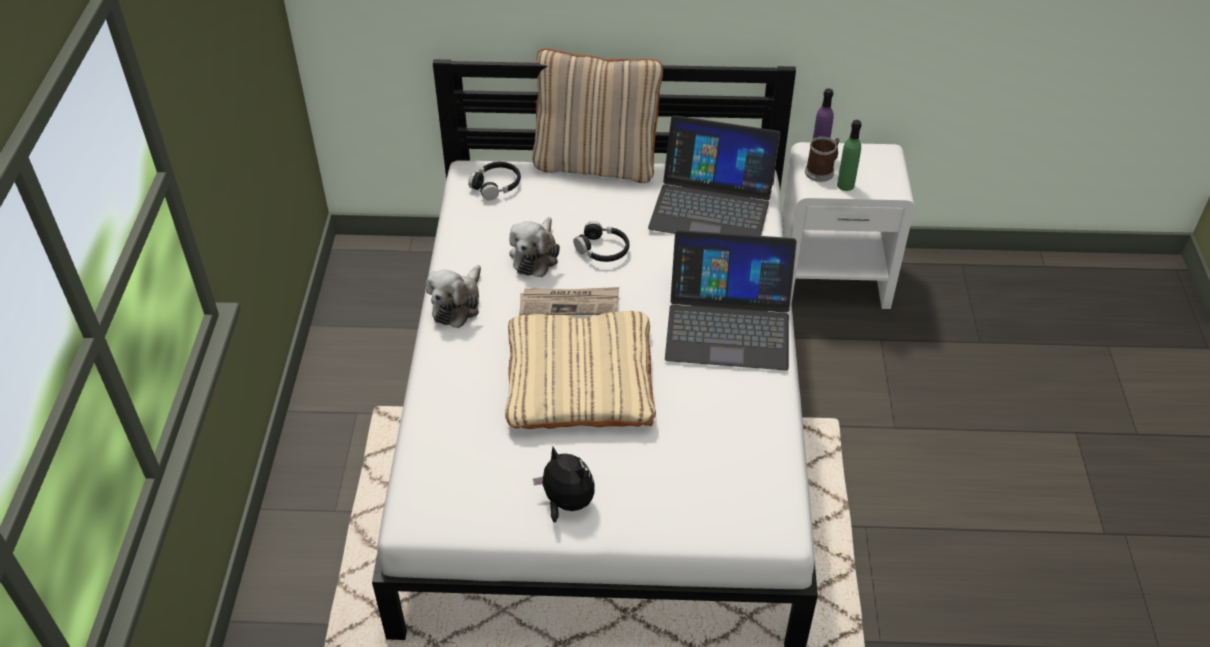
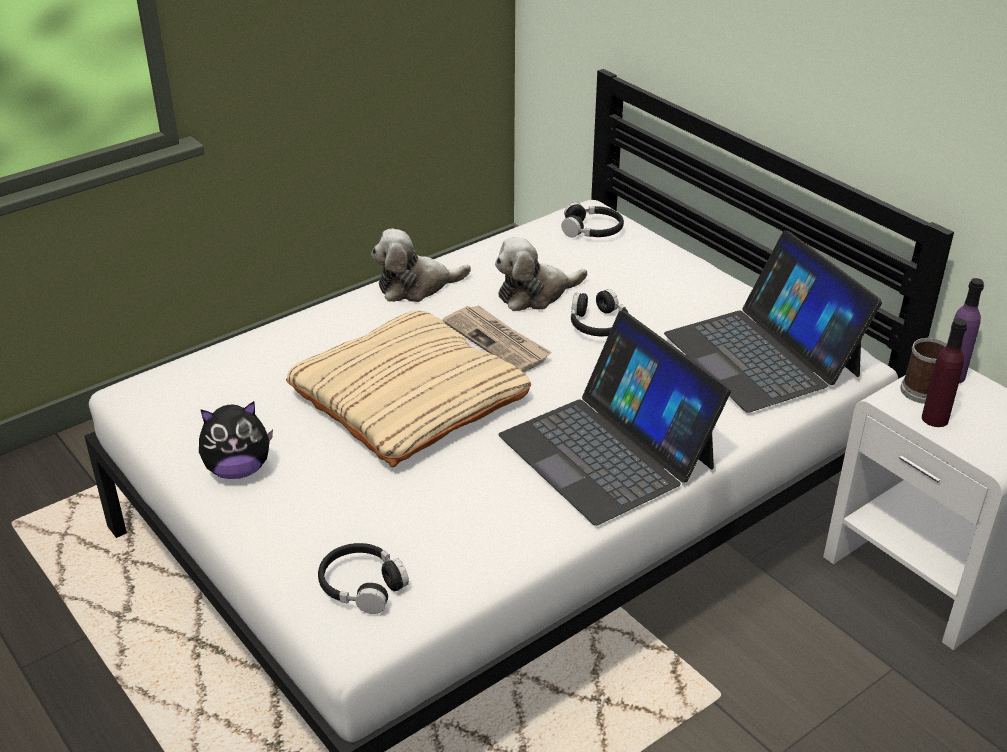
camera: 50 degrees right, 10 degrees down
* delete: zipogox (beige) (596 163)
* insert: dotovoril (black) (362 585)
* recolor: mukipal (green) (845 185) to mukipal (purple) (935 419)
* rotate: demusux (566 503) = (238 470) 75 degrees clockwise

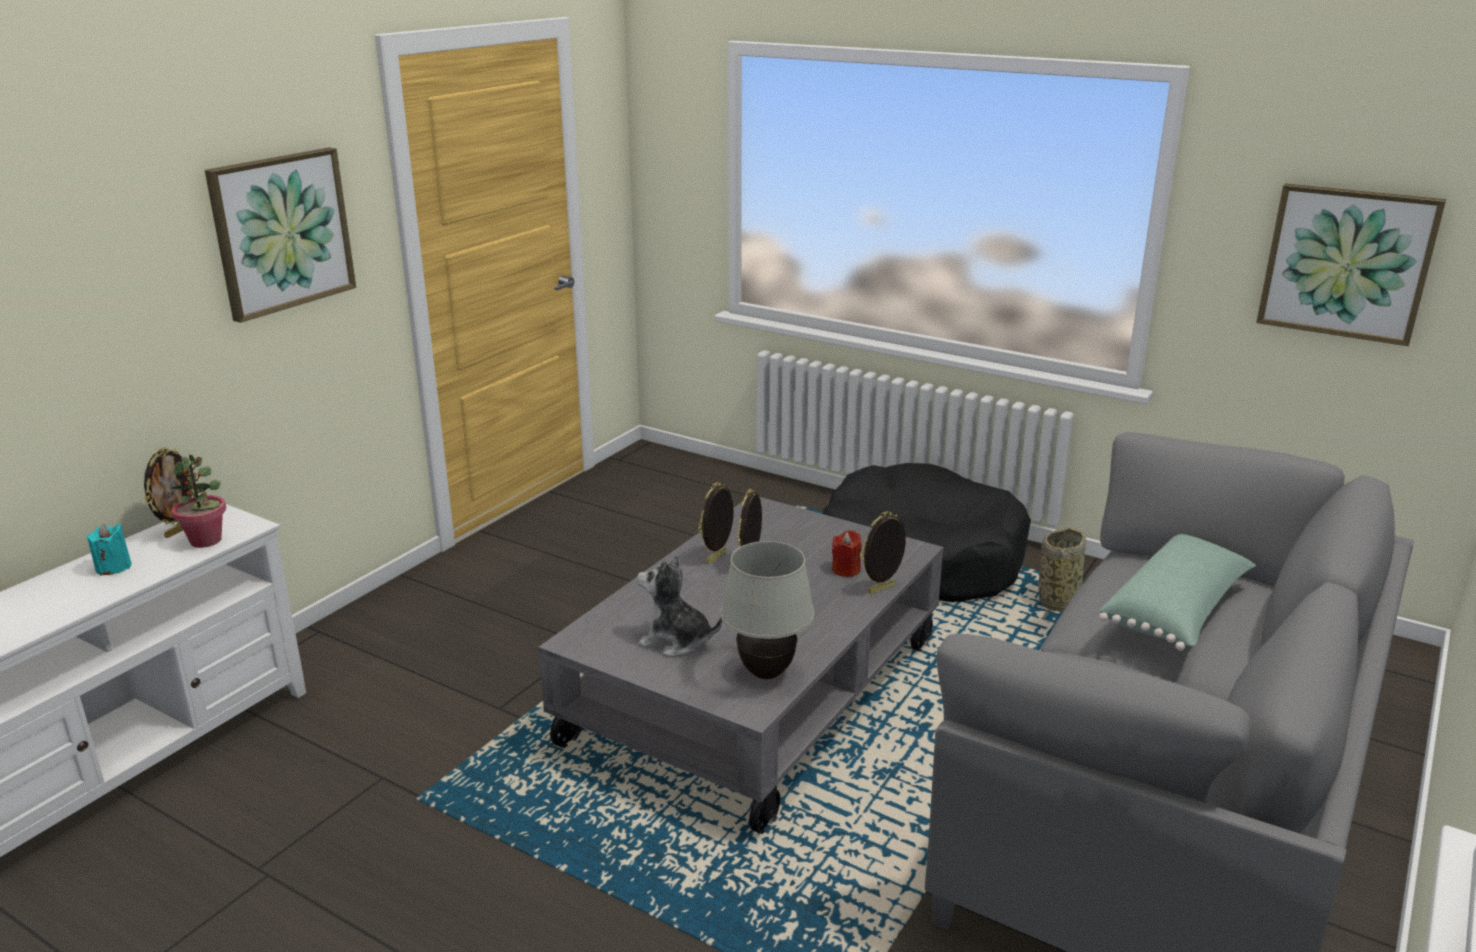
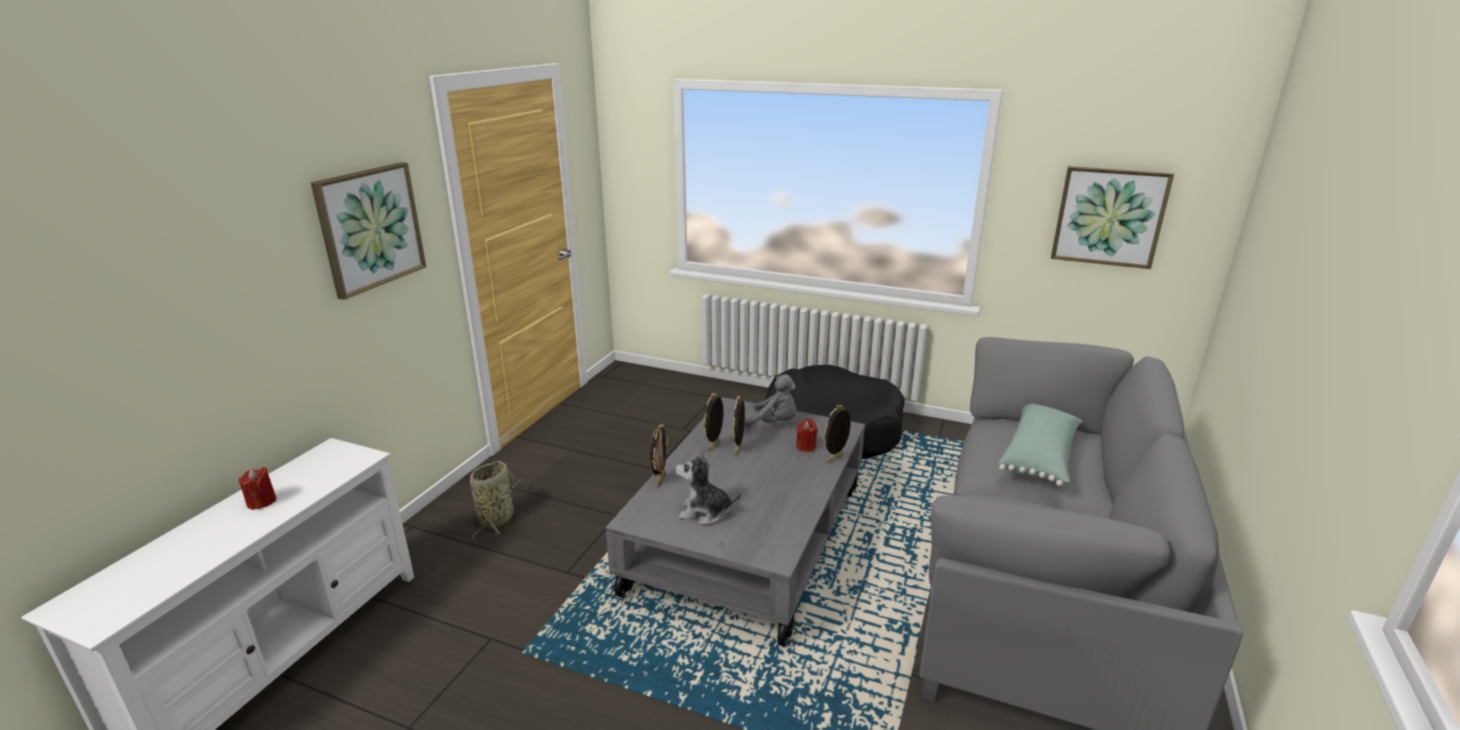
camera: 10 degrees left, 0 degrees up
* delete: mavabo (206 540)
* delete: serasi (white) (766 672)
* insert: demusux (grey) (774 423)
* move: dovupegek (178 530) to (660 480)
* move: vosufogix (1058 601) to (498 517)
* recolor: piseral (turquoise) (113 567) to piseral (red) (261 502)

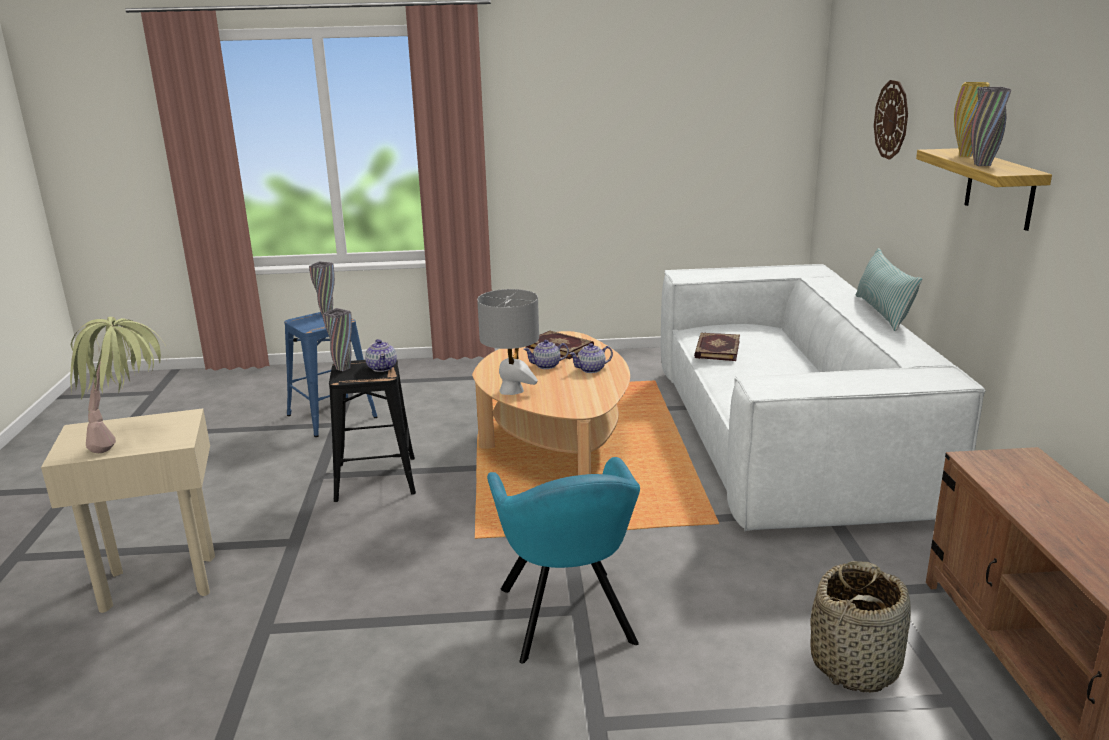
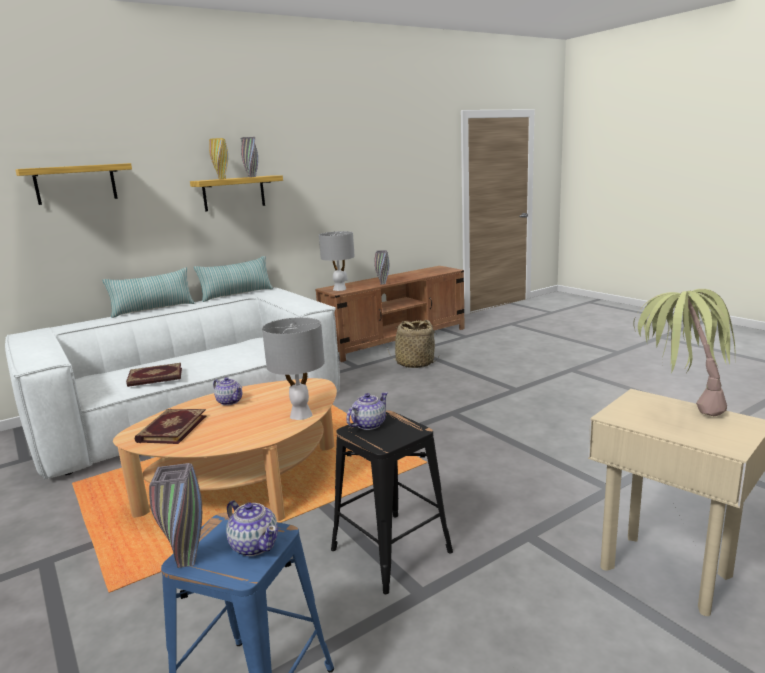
camera: 120 degrees left, 5 degrees down
* delete: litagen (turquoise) (567 619)
* insert: zipogox (237 294)
* insert: serasi (grey) (340 289)
* move: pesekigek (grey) (343 369) to (383 283)
* move: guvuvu (547 365) to (254 545)
* replace: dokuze (891 119) to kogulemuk (75 184)

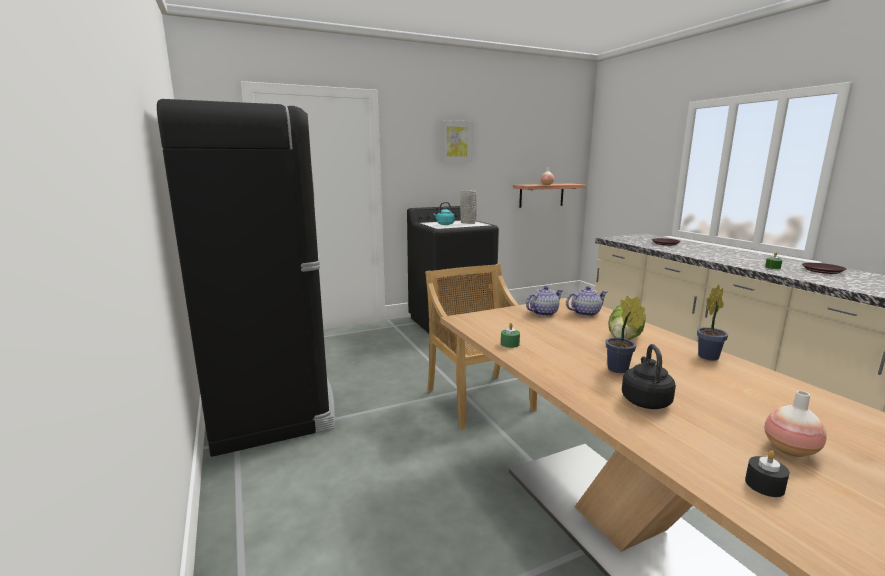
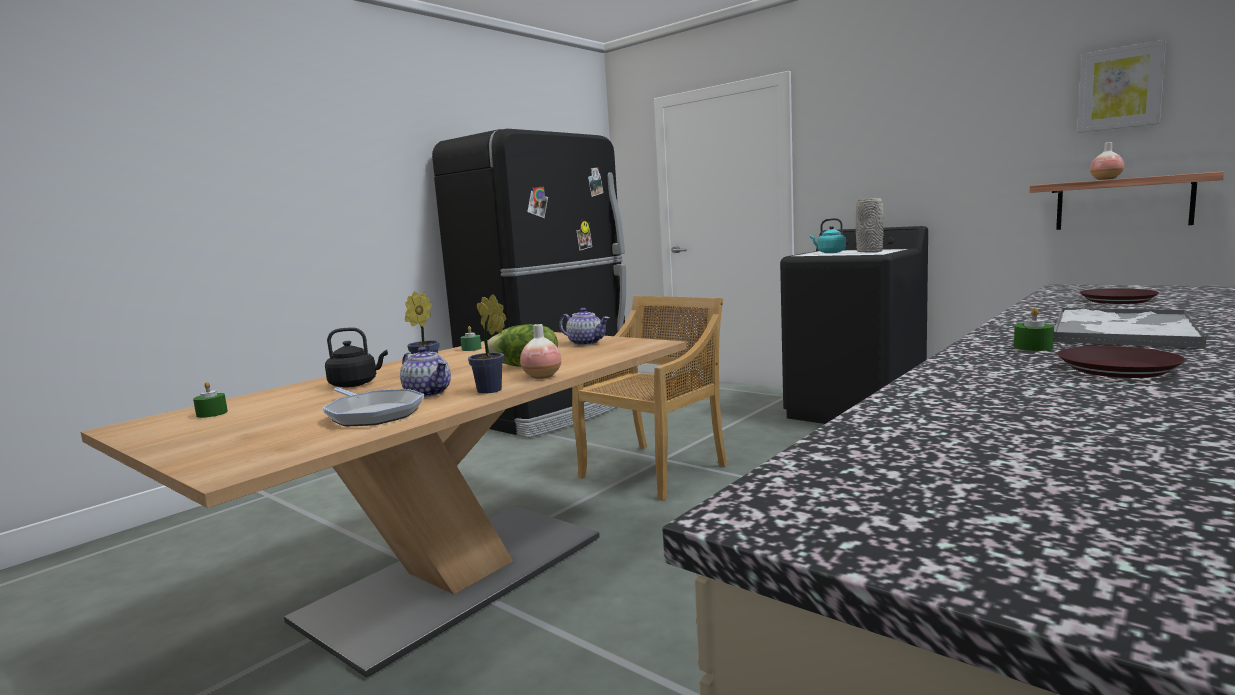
camera: 65 degrees right, 5 degrees down
* insert: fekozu (373 414)
* insert: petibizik (1122 329)
* move: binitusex (456 141) to (1120 88)
* move: guvuvu (585 313) to (428 393)
* move: pesekigek (790 449) to (542 376)
* recolor: piseral (black) (764 485) to piseral (green) (212 413)

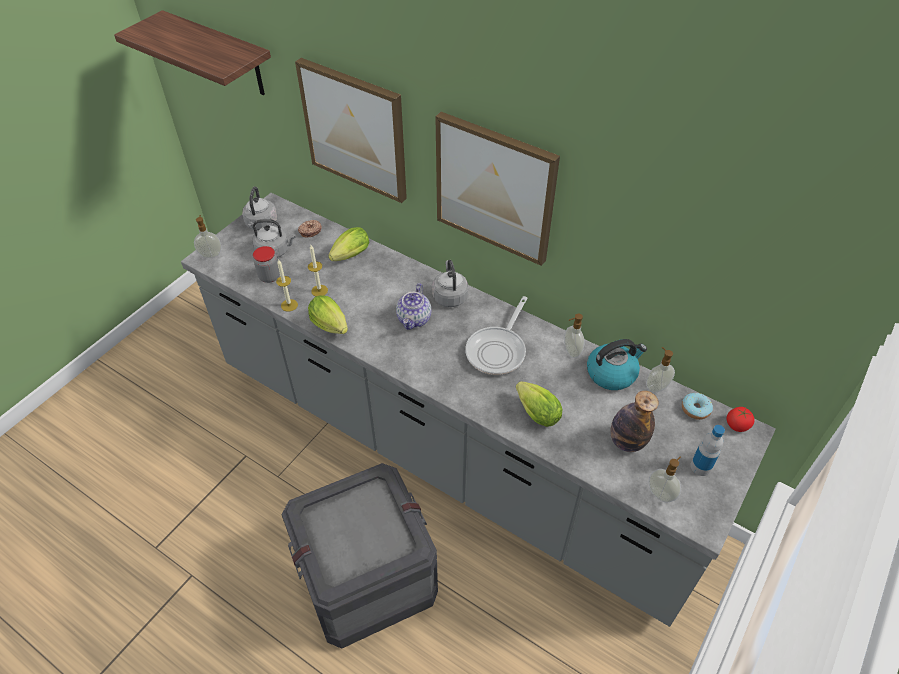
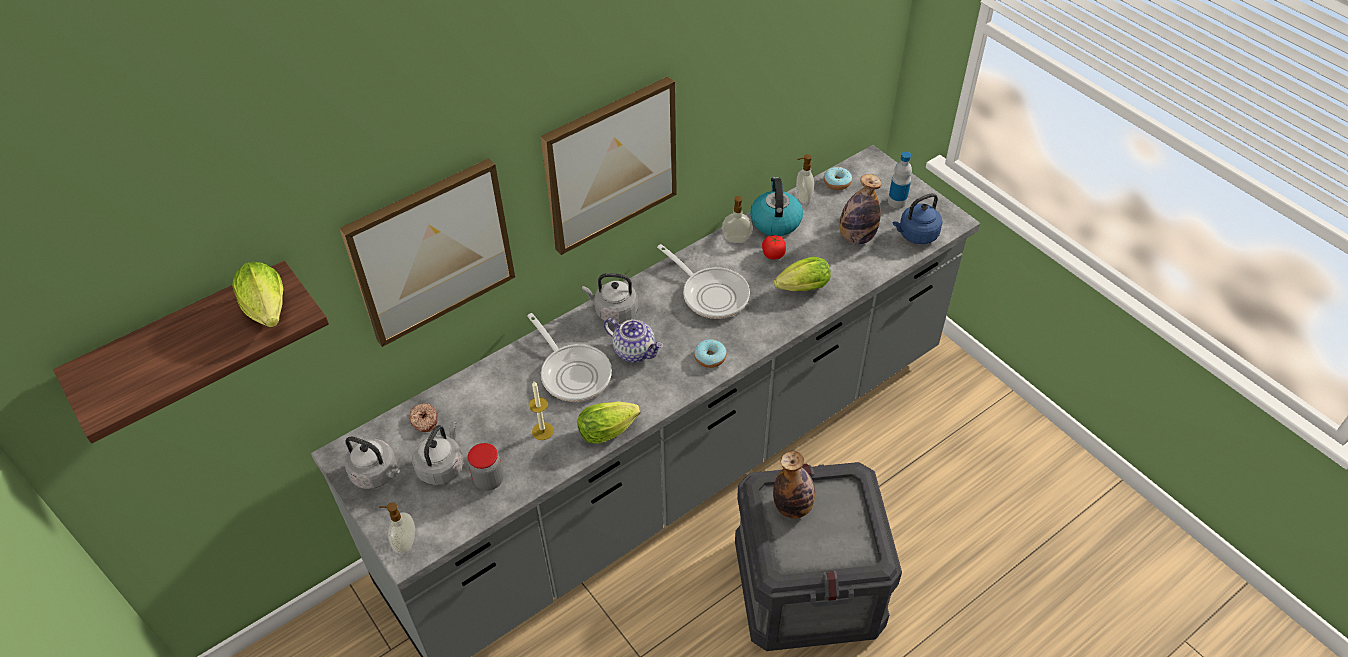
camera: 70 degrees left, 0 degrees up
* delete: piseral (289 305)
* insert: fekozu (573 372)
* insert: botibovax (710 357)
* insert: mukipal (792 507)
* move: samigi (349 257) to (269 313)
* move: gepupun (737 425) to (773 255)
* replace: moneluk (661 493) to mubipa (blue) (916 235)

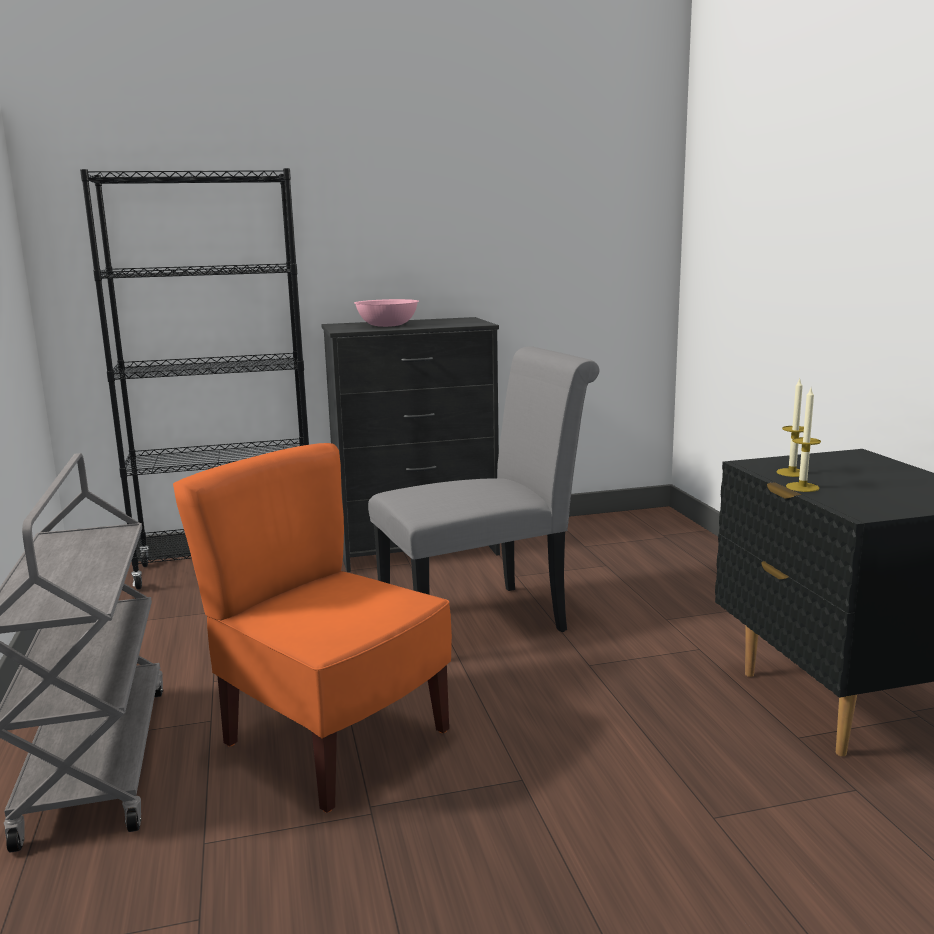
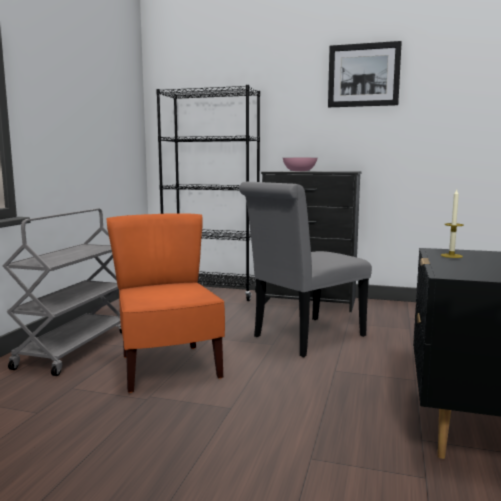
camera: 30 degrees right, 5 degrees down
* delete: piseral (802 487)
* insert: binitusex (363 75)
* rotate: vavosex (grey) (484 620) = (304 338) 135 degrees clockwise

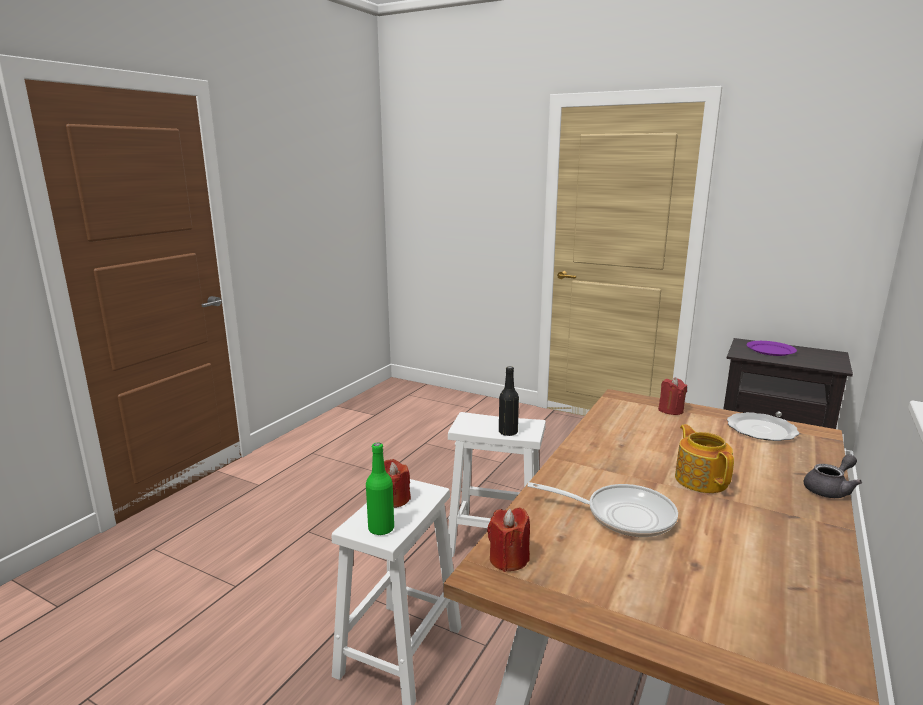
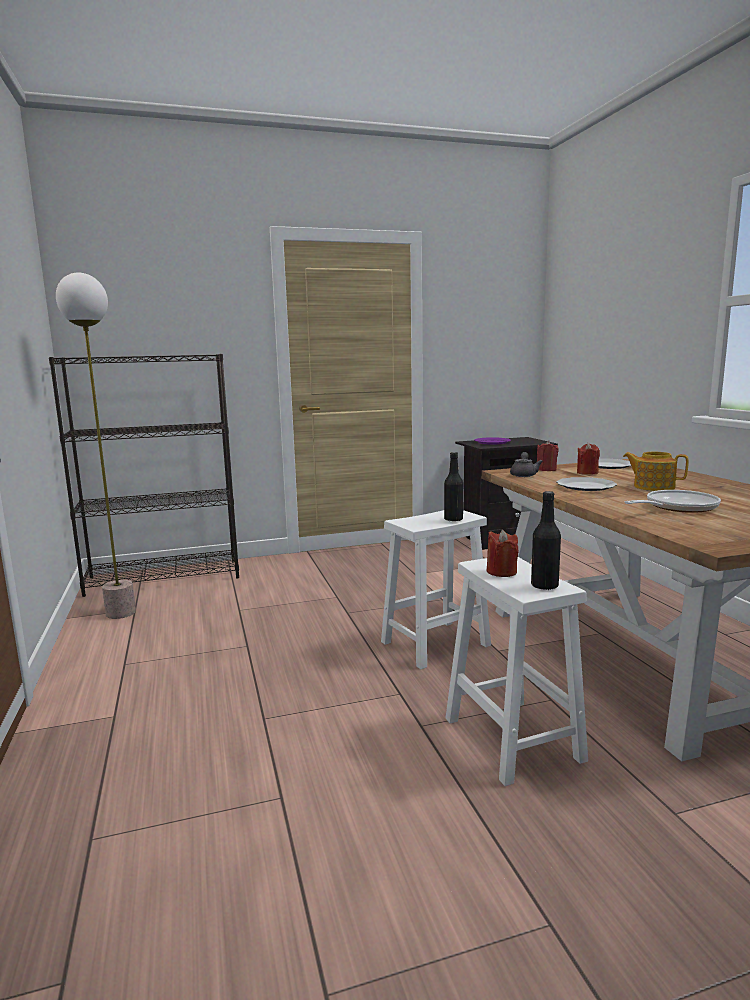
camera: 45 degrees left, 5 degrees down
* insert: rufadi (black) (165 577)
* insert: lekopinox (121 613)
* insert: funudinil (585 486)
* move: piseral (red) (508 559) to (587 473)
* move: guvuvu (grey) (830 489) to (524 474)
* recolor: mukipal (green) (381 528) to mukipal (black) (544 586)

